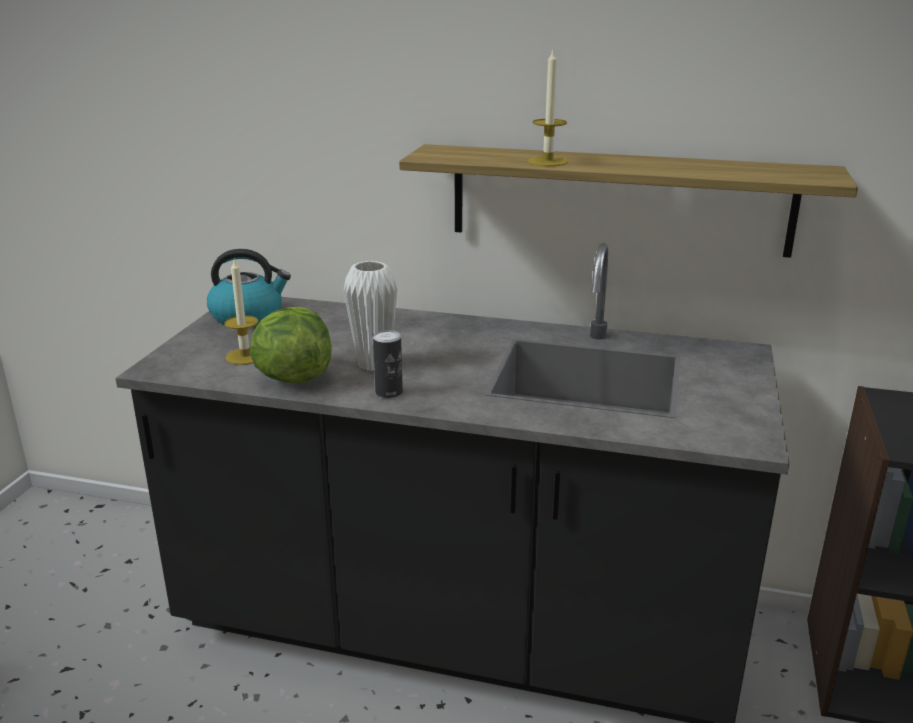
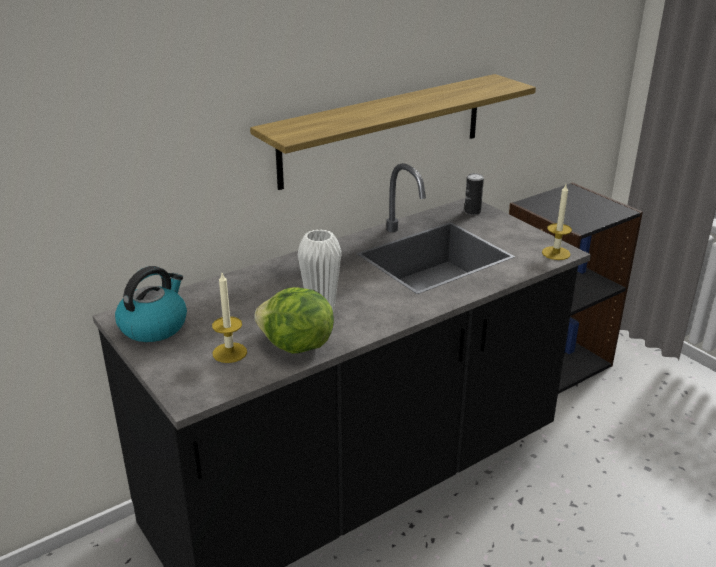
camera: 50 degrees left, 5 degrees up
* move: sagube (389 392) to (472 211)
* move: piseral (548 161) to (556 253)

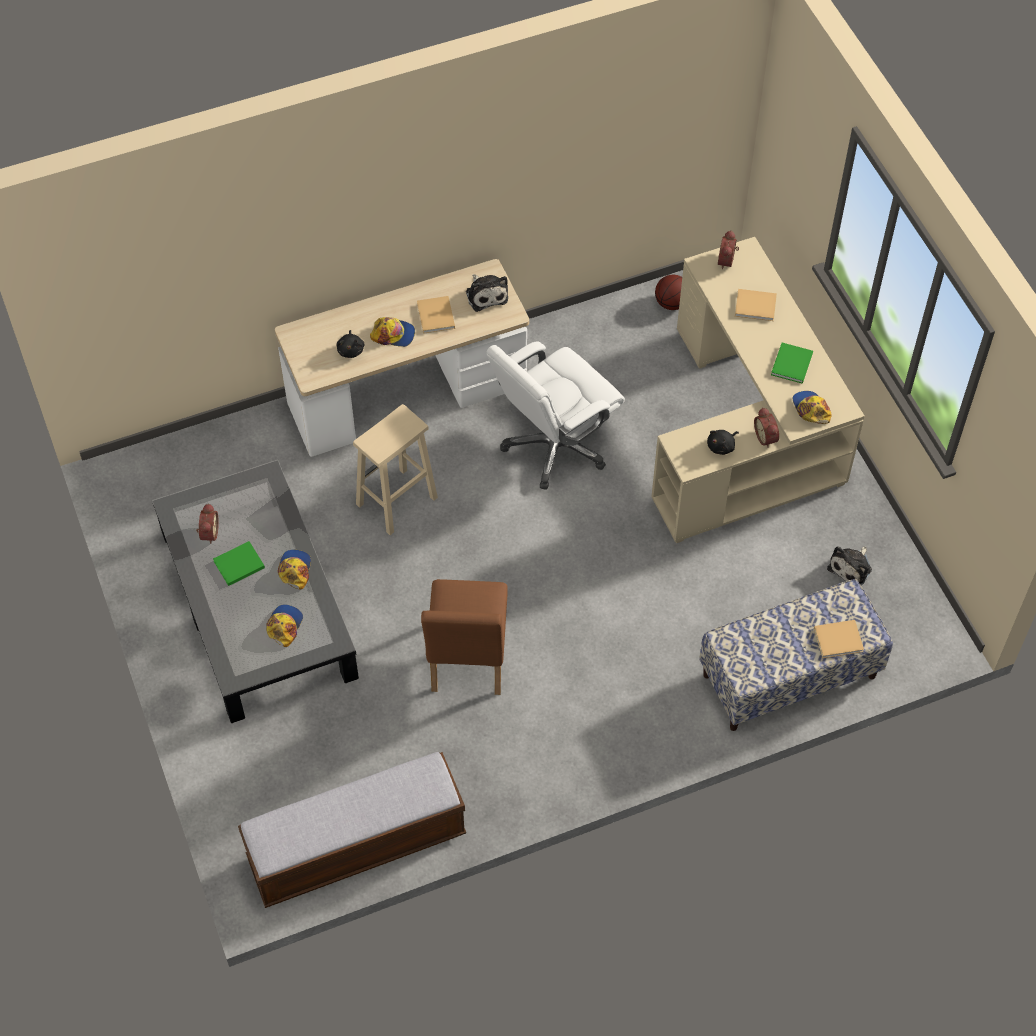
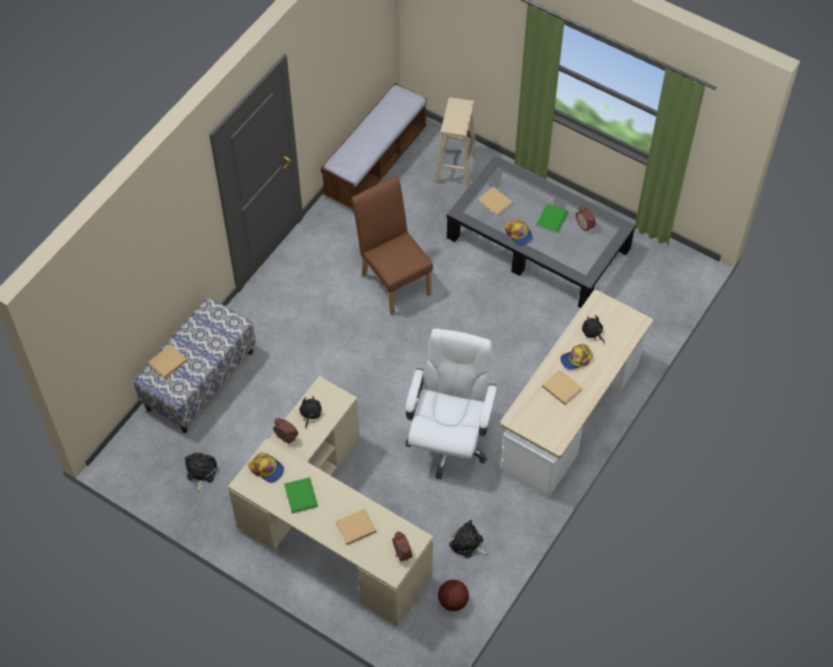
camera: 145 degrees right, 0 degrees up
* move: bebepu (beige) (396 502) to (455 168)
* move: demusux (486 294) to (468 544)
* replace: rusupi (284 626) to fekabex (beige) (495 203)

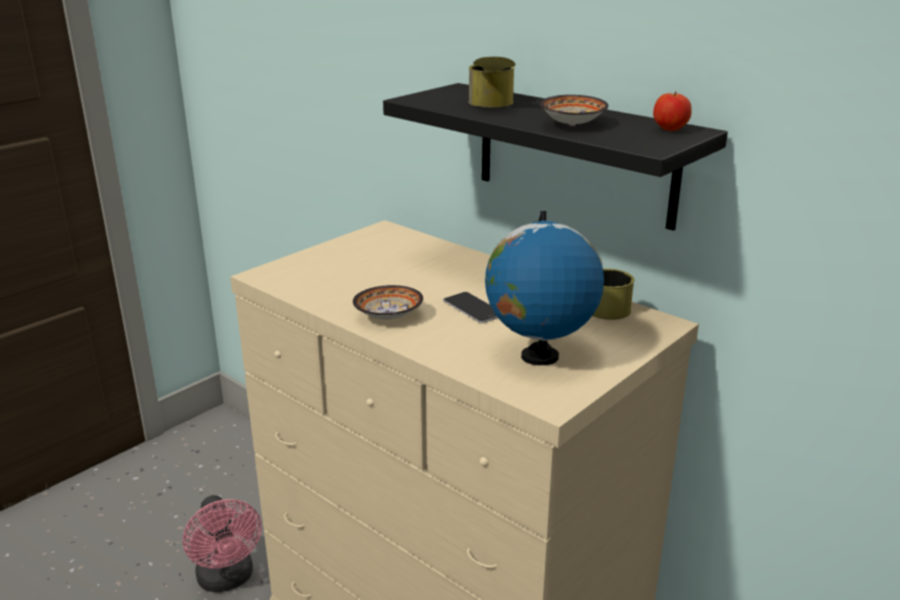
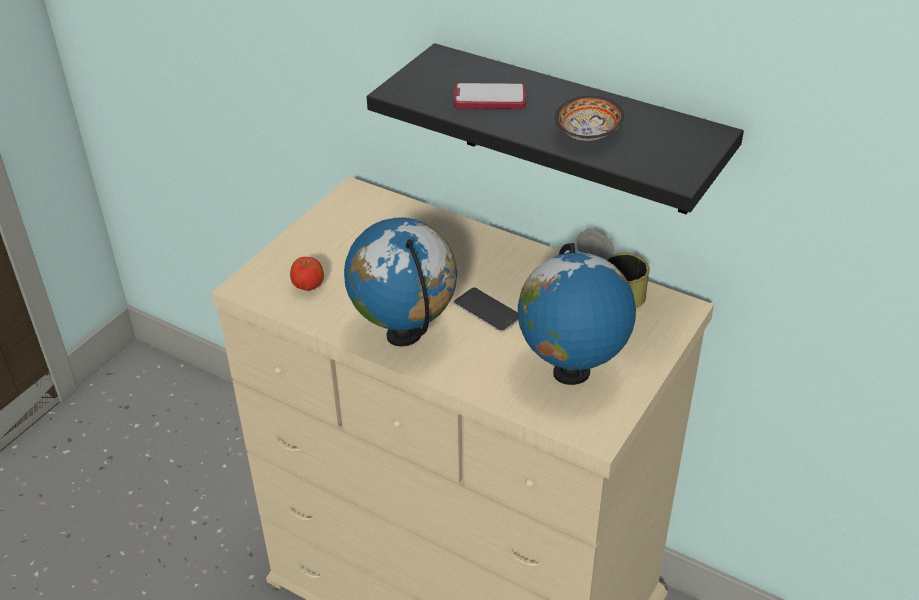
camera: 10 degrees left, 15 degrees up
* delete: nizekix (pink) (227 579)
* move: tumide (670 129) to (308 287)
* replace: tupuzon (388 317) to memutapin (404 335)
* replace: sagube (491 105) to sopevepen (489 98)

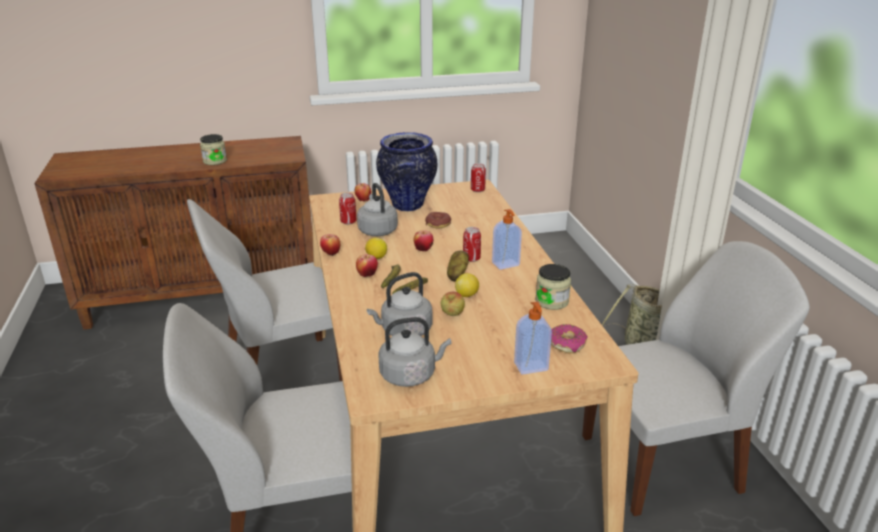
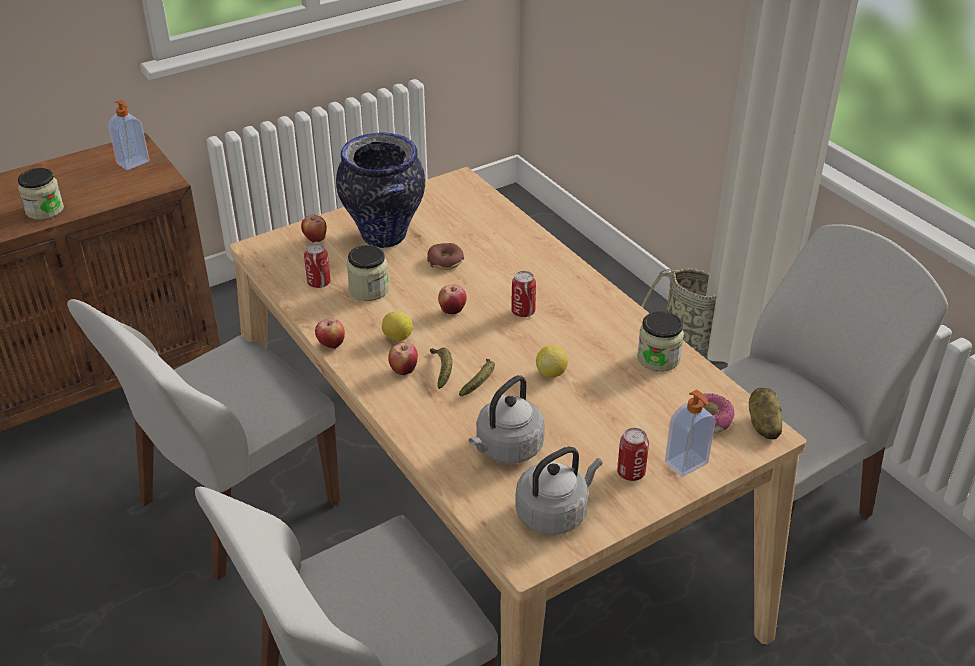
camera: 20 degrees left, 10 degrees up
* delete: tumide (452 315)
* move: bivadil (457 275) to (763 424)
* move: sagube (477 190) to (631 472)
* move: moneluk (506 264) to (134 163)
* replace: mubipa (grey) (377 230) to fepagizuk (369 290)

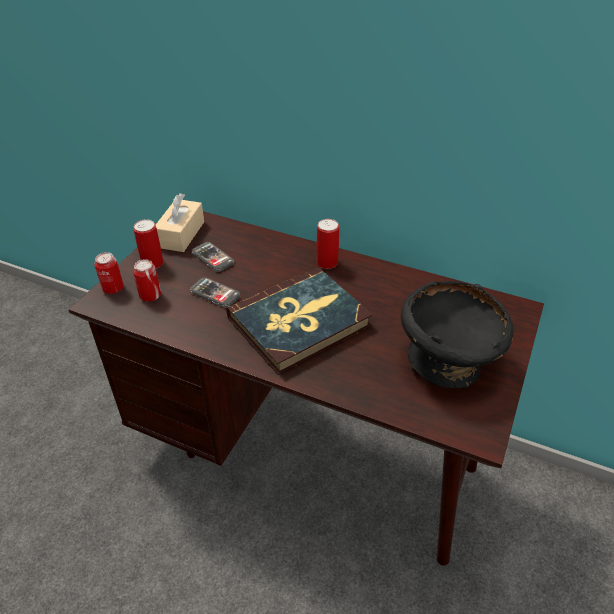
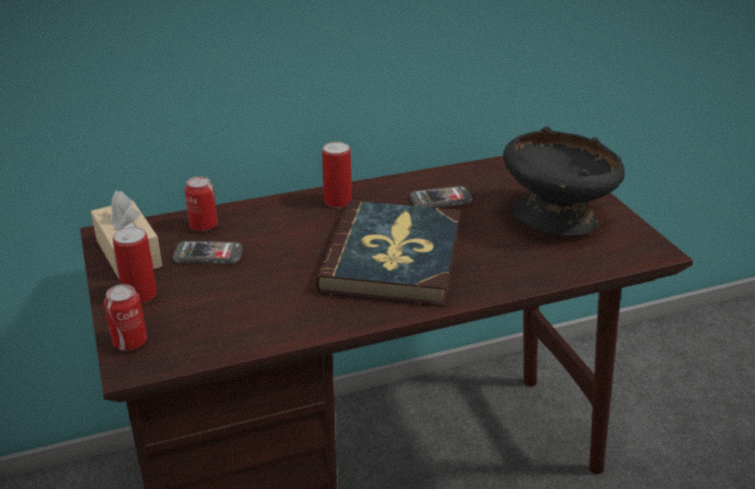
camera: 45 degrees left, 10 degrees down
* move: sagube (150 296) to (203 226)
* move: sopevepen (215 294) to (440 200)

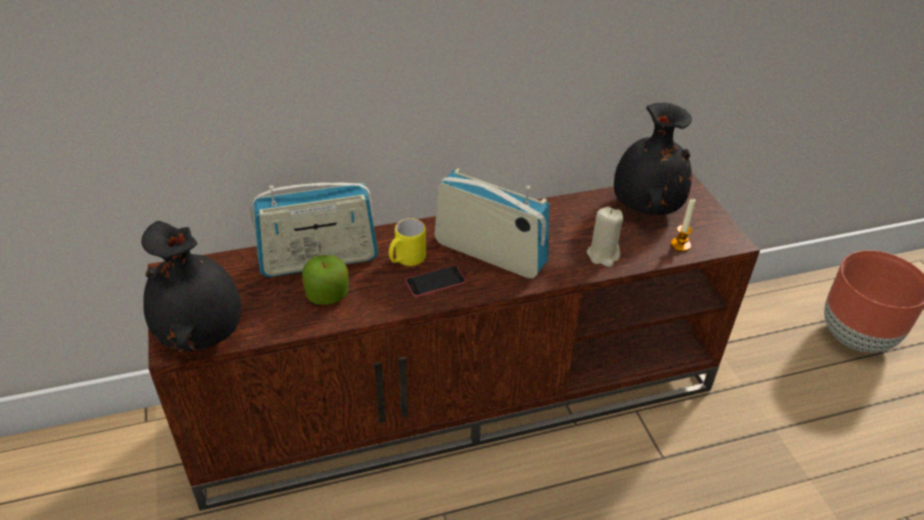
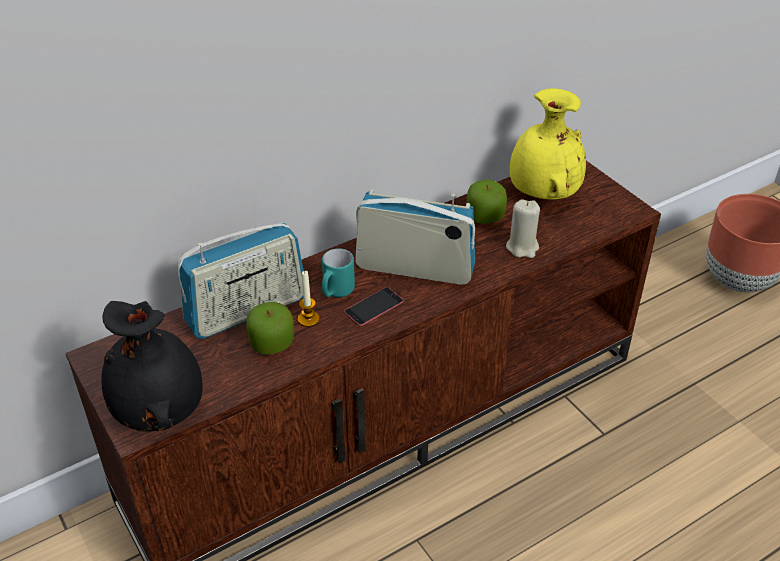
camera: 15 degrees left, 0 degrees up
* insert: tumide (485 216)
* move: piseral (680 245) to (308 319)
* recolor: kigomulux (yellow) (406 260) to kigomulux (turquoise) (336 292)
* recolor: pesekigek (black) (645 206) to pesekigek (yellow) (542 193)

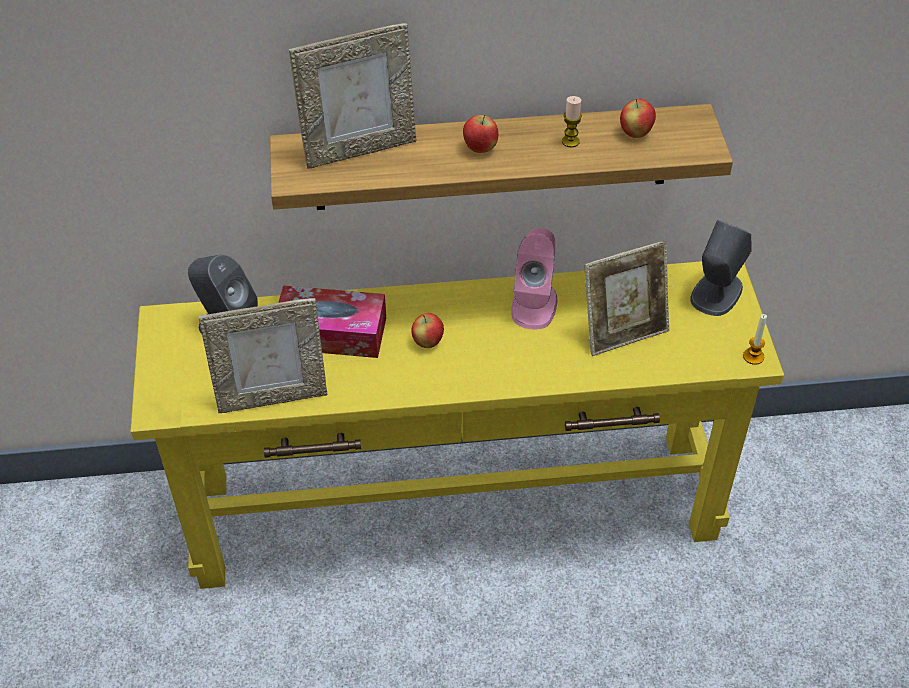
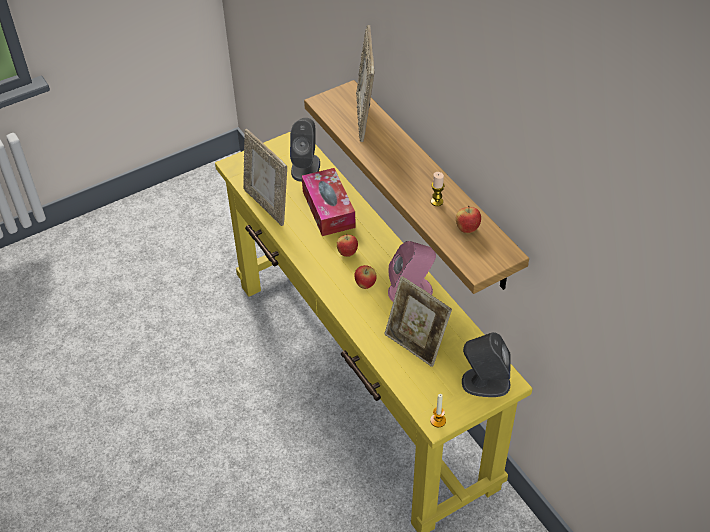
camera: 65 degrees right, 0 degrees up
* move: tumide (480 149) to (365 285)
* rotate: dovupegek (359 149) = (365 117) 45 degrees clockwise

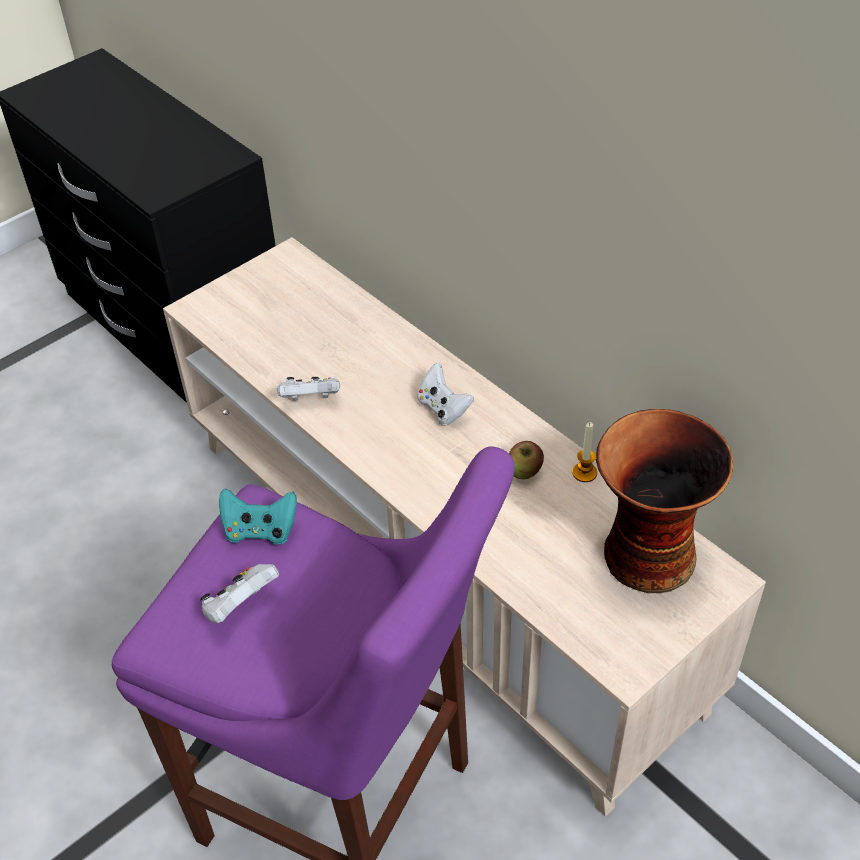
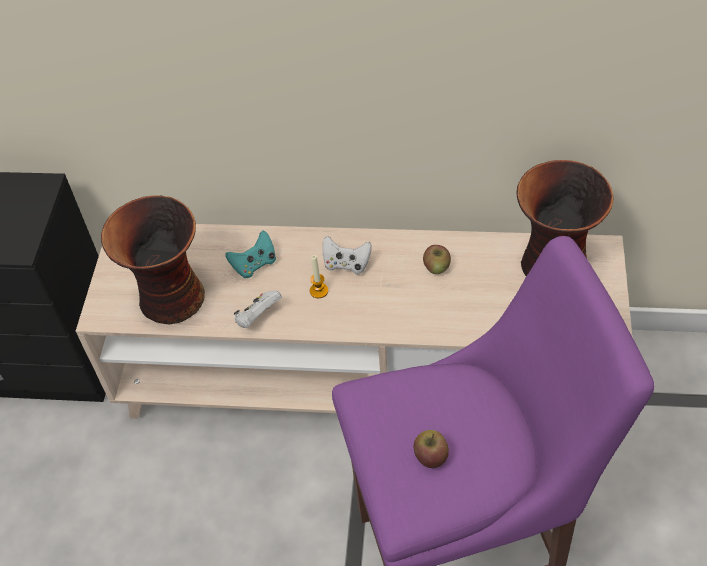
camera: 40 degrees left, 5 degrees up
* insert: pesekigek (171 300)
* move: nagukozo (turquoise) (260 530) to (254 264)
* move: piseral (584 473) to (319 291)
* replace: nagukozo (white) (240 606) to tumide (431 456)

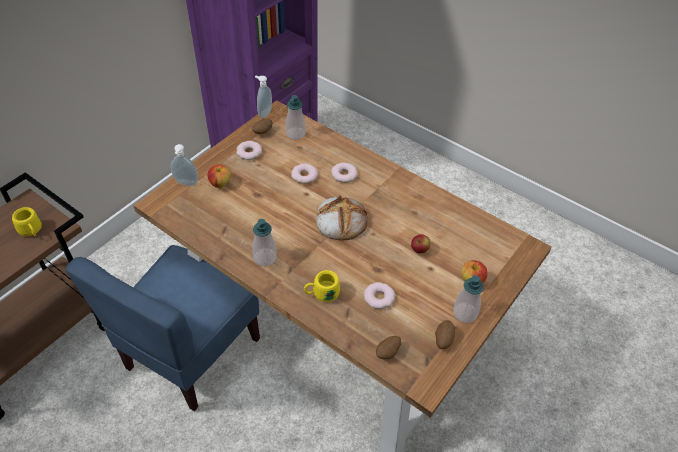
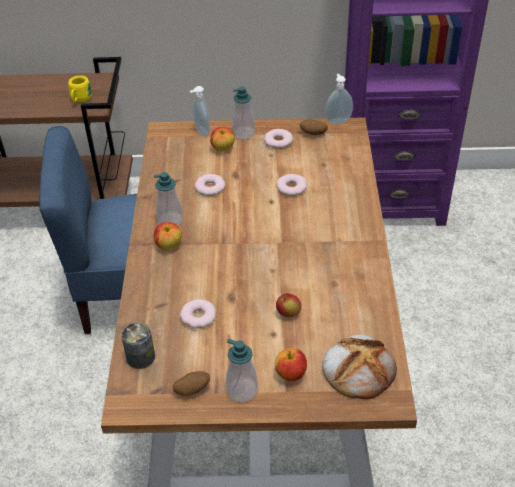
camera: 55 degrees right, 5 degrees down
* delete: kigomulux (yellow) (321 294)
* insert: tumide (168 245)
* move: moneluk (295 134) to (243 133)
* move: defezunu (340 220) to (358 369)
* move: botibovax (344 175) to (210 188)
* replace: bivadil (388 352) to sagube (140 357)

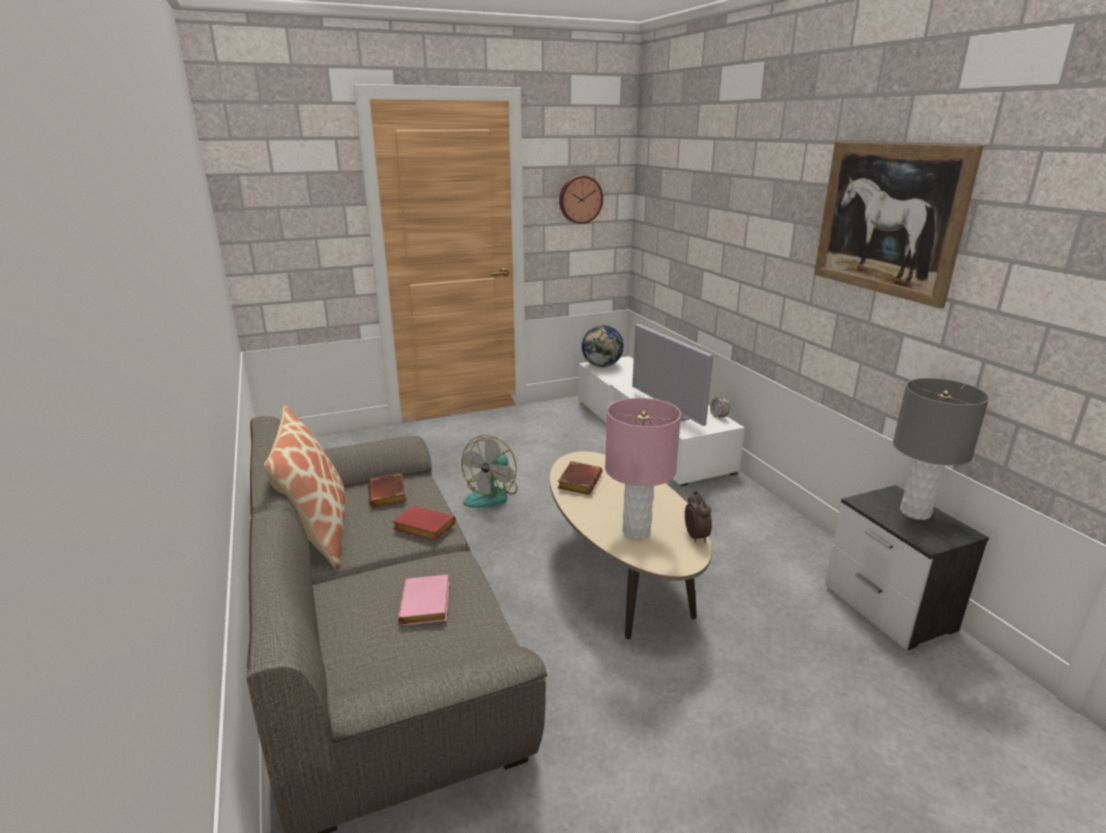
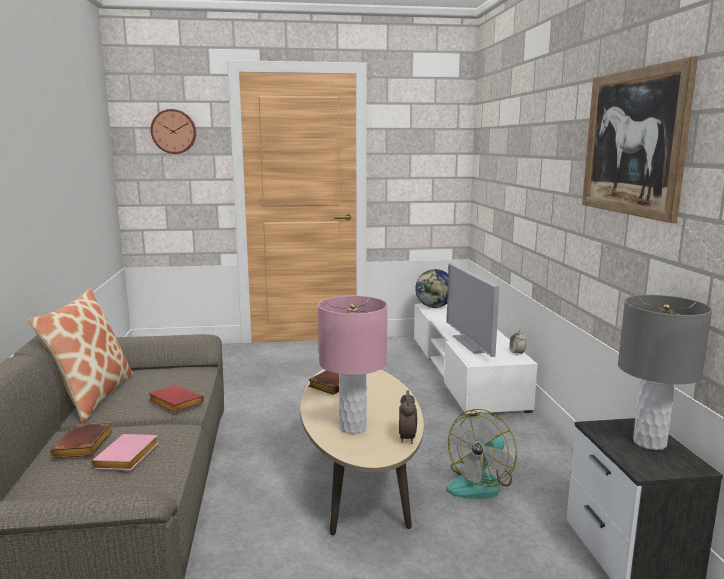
camera: 15 degrees right, 10 degrees down
* move: fekabex (brown) (389 495) to (84 446)
* move: nizekix (492 495) to (480 483)
* move: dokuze (580 199) to (174 131)

